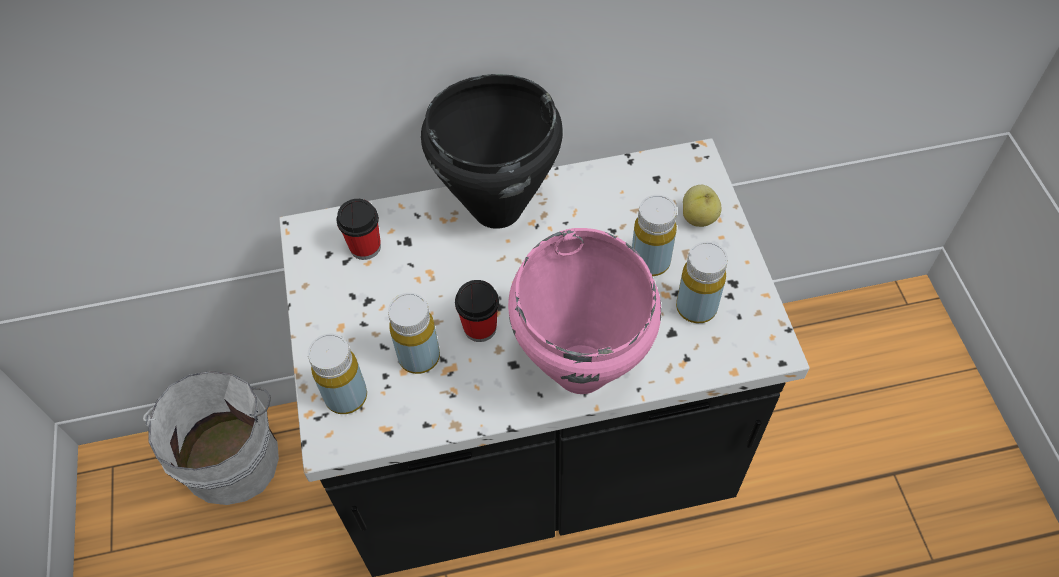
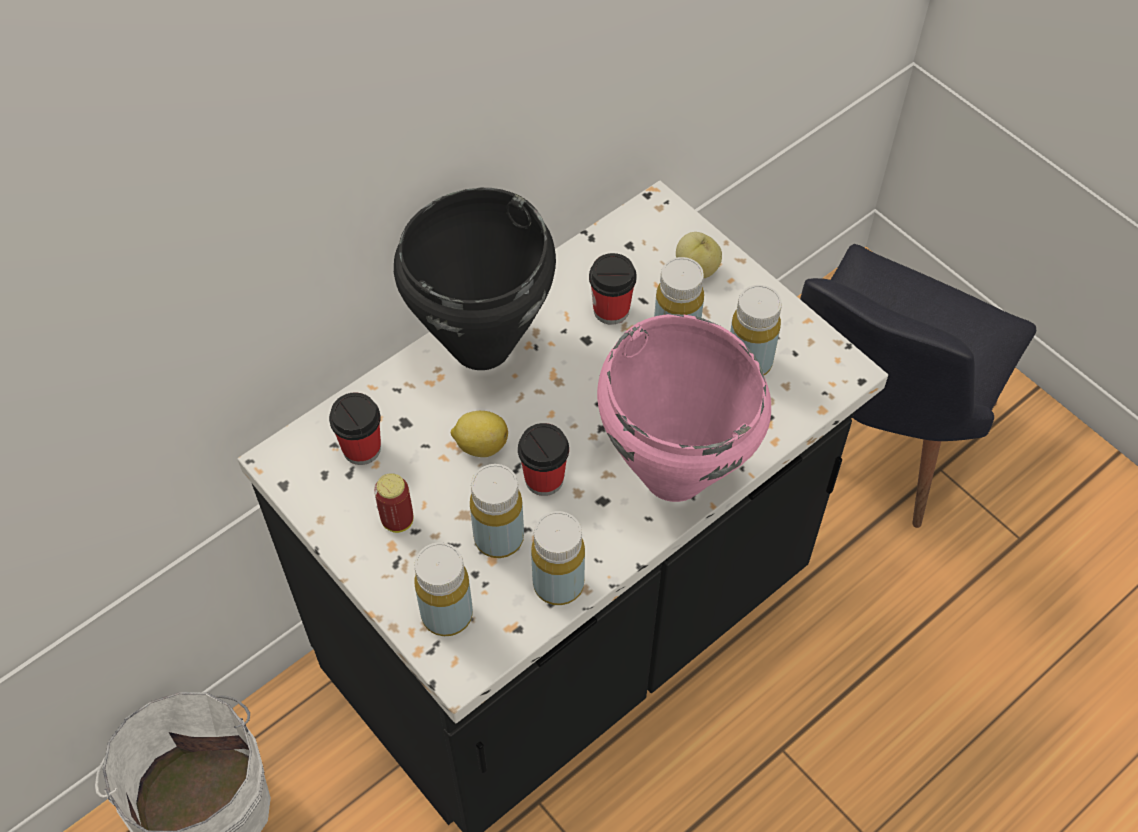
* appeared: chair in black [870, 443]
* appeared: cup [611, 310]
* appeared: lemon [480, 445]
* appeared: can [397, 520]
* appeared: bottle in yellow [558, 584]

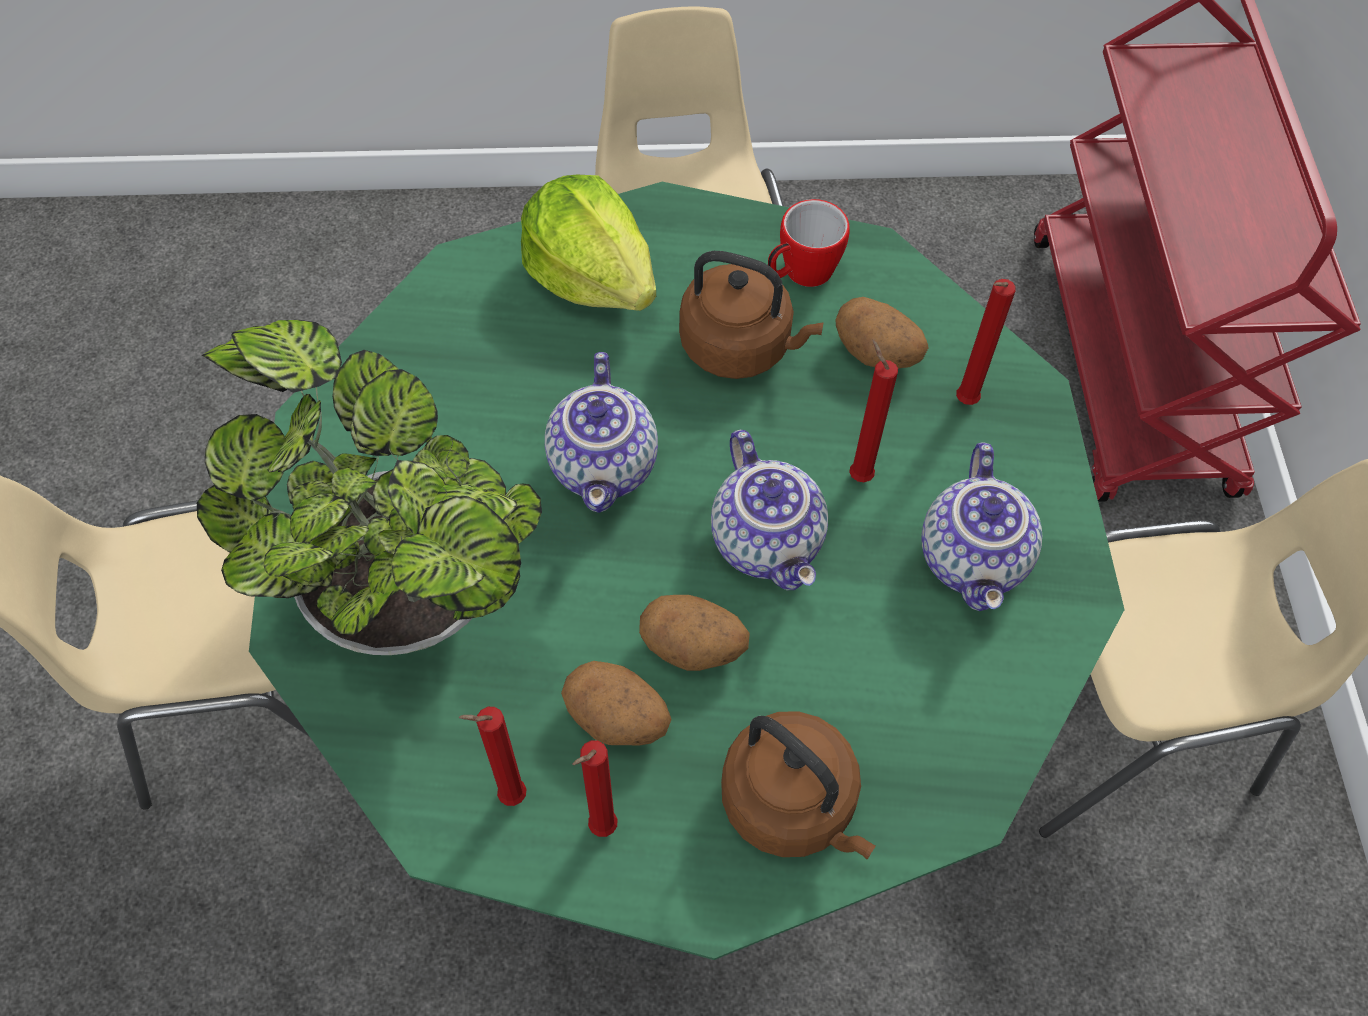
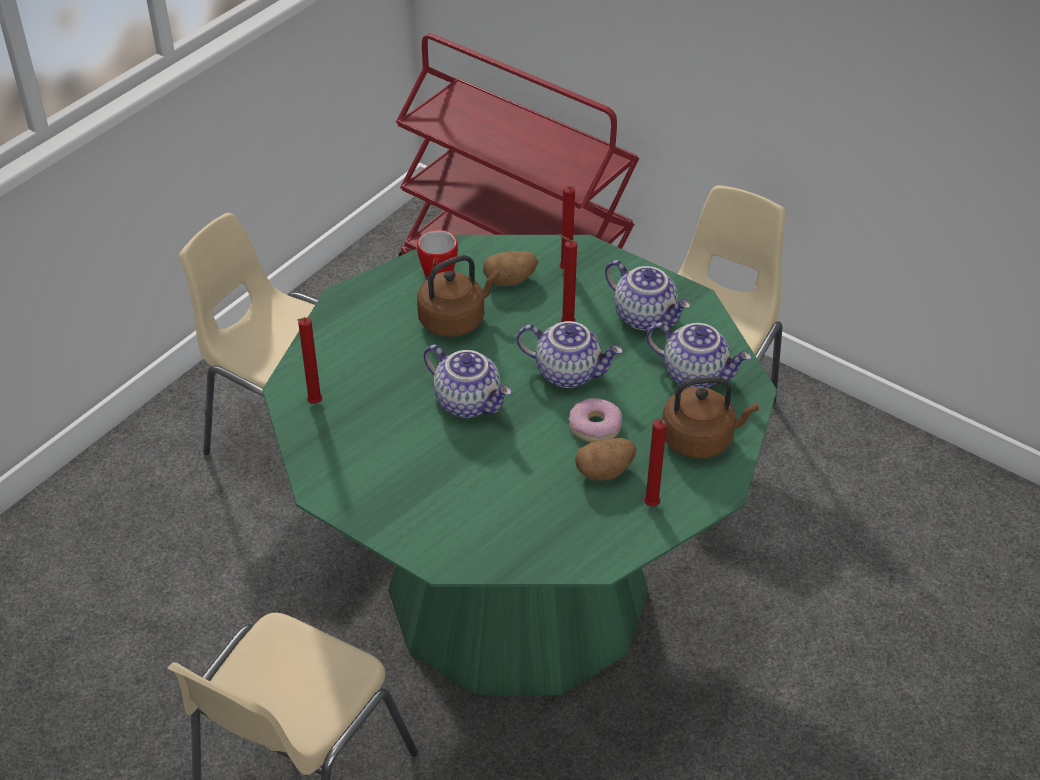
* missing: lettuce [591, 275]
* missing: potted plant [397, 584]
* exchanged: potato [693, 647] to donut [595, 426]
* relocated: candle in red [508, 797] to [313, 404]
* appeared: teapot [695, 374]

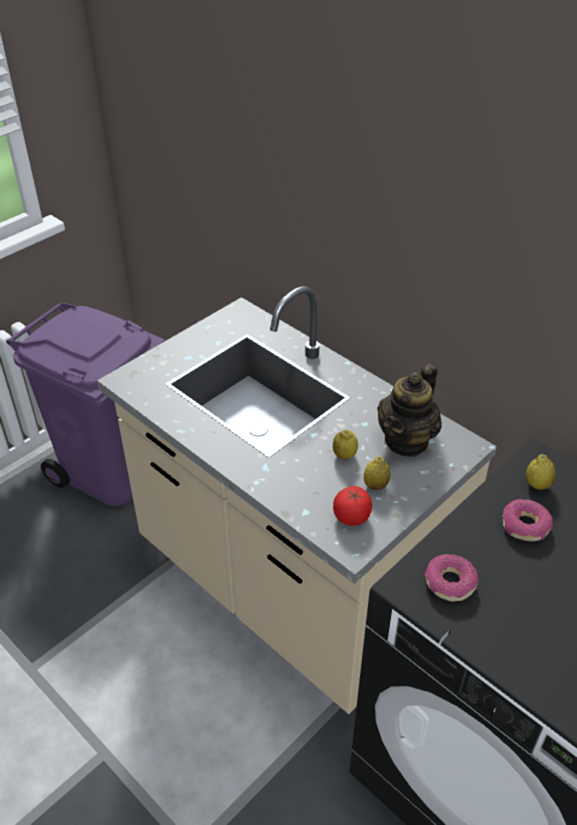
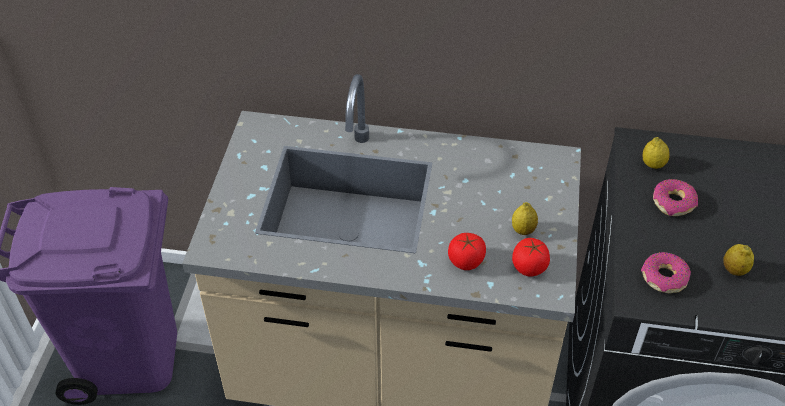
* missing: teapot [407, 441]
* relocated: lemon [344, 455] to [734, 270]
* appeared: tomato [466, 261]

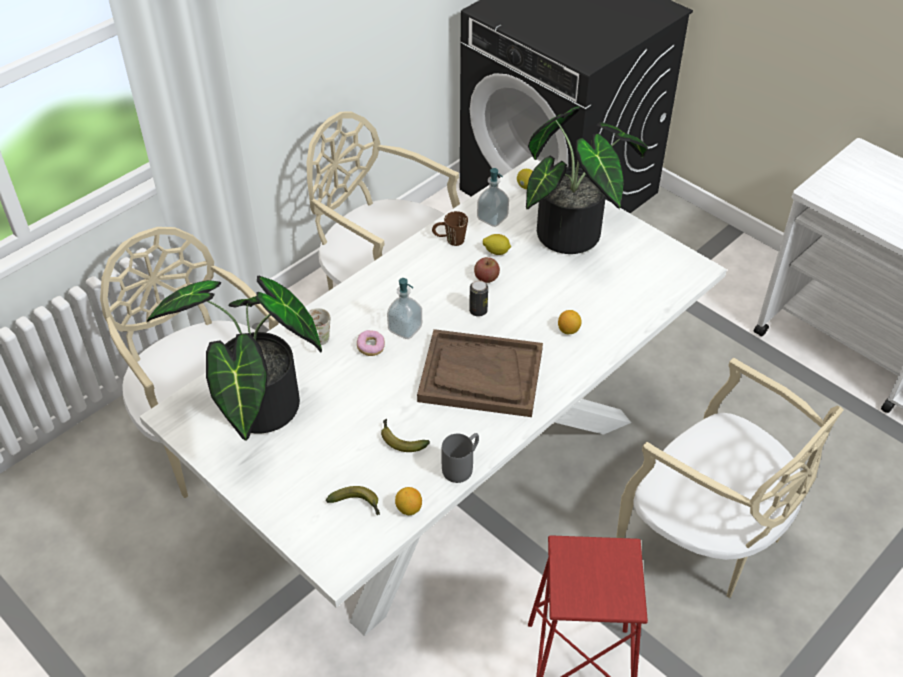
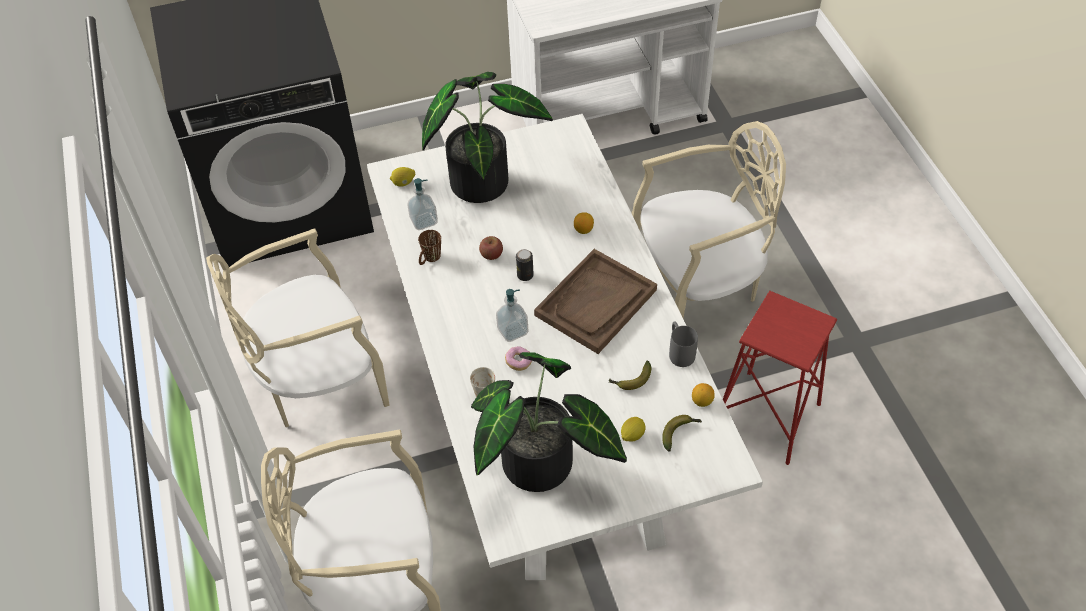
* relocated: lemon [496, 252] to [632, 435]

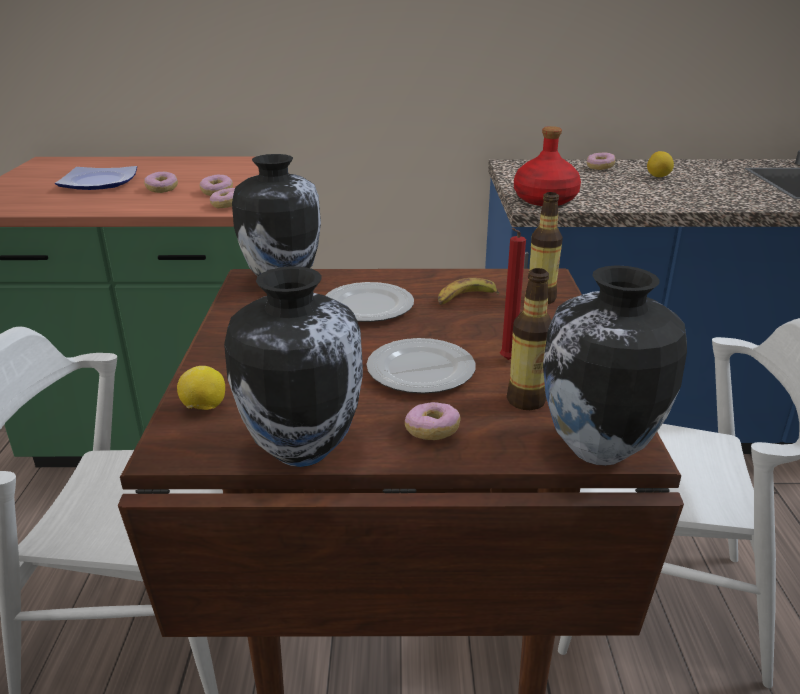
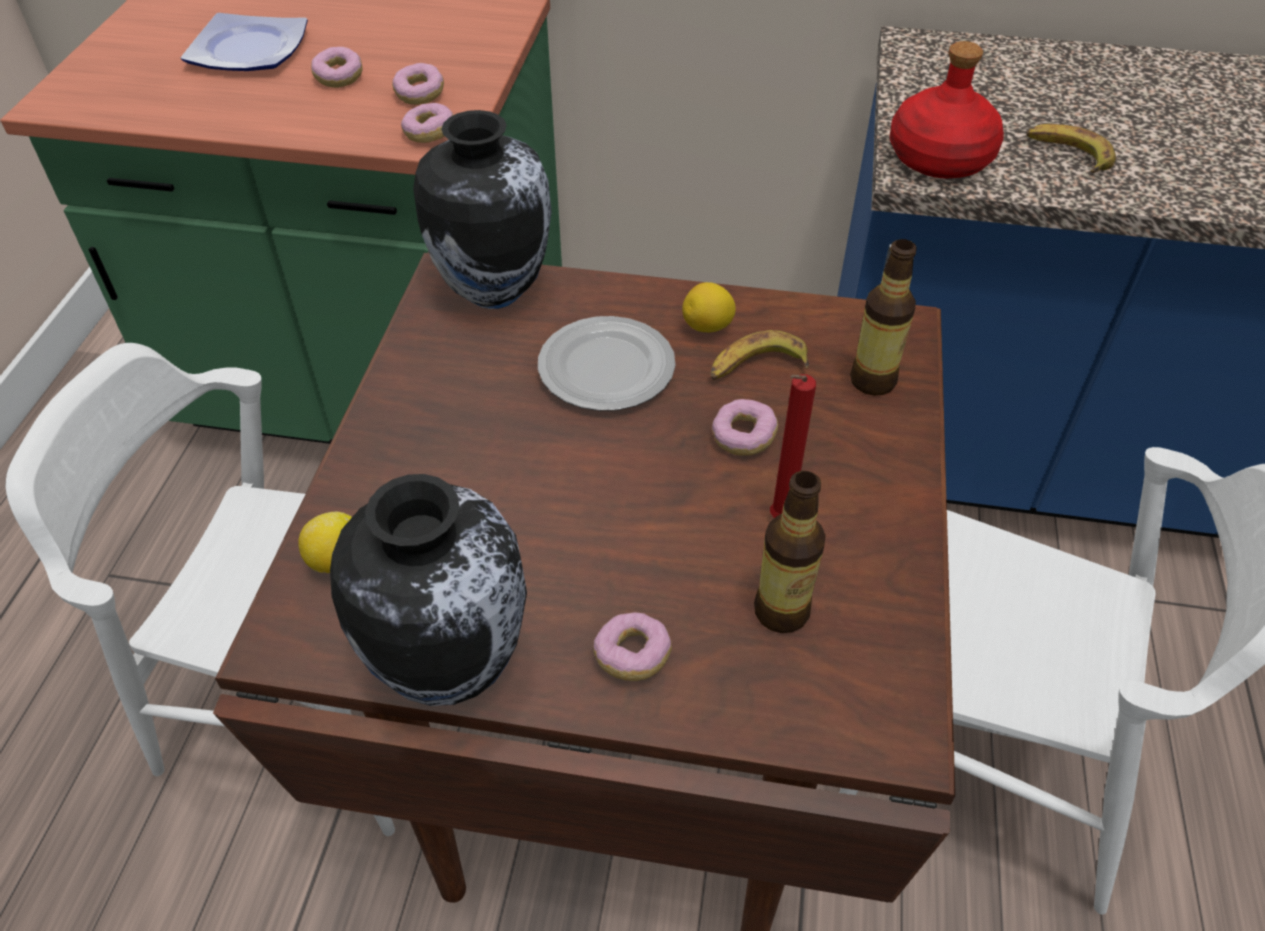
* relocated: lemon [658, 177] to [708, 327]
* relocated: donut [600, 167] to [743, 437]
* missing: vase [596, 450]
* missing: plate [422, 371]
* appeared: banana [1067, 154]

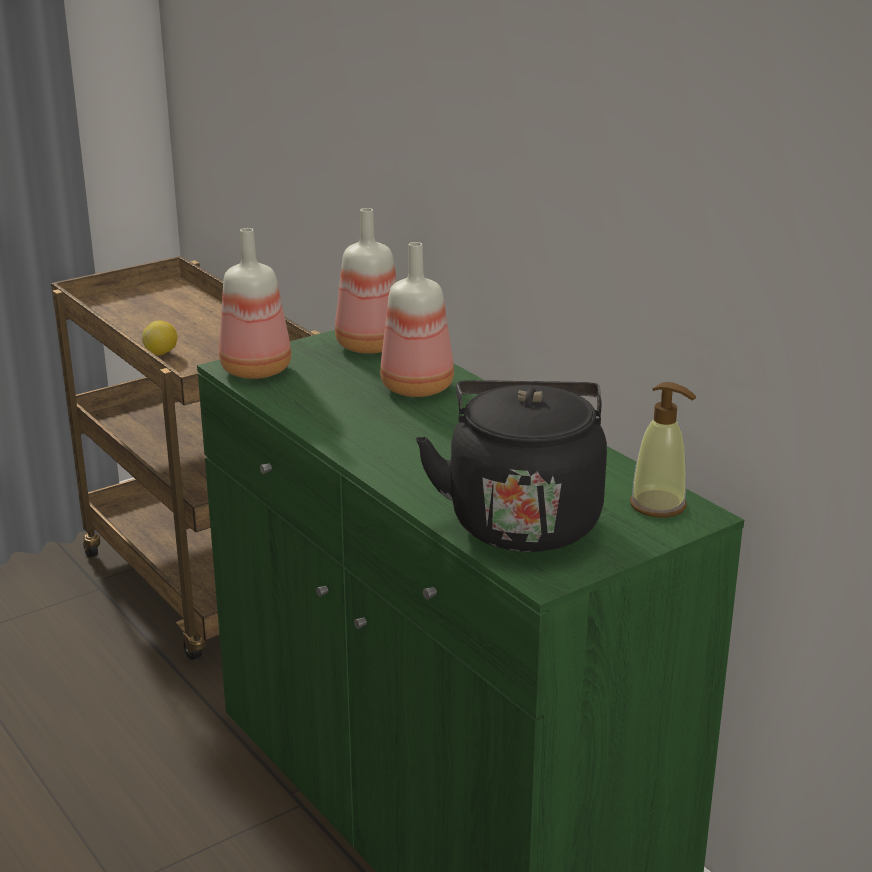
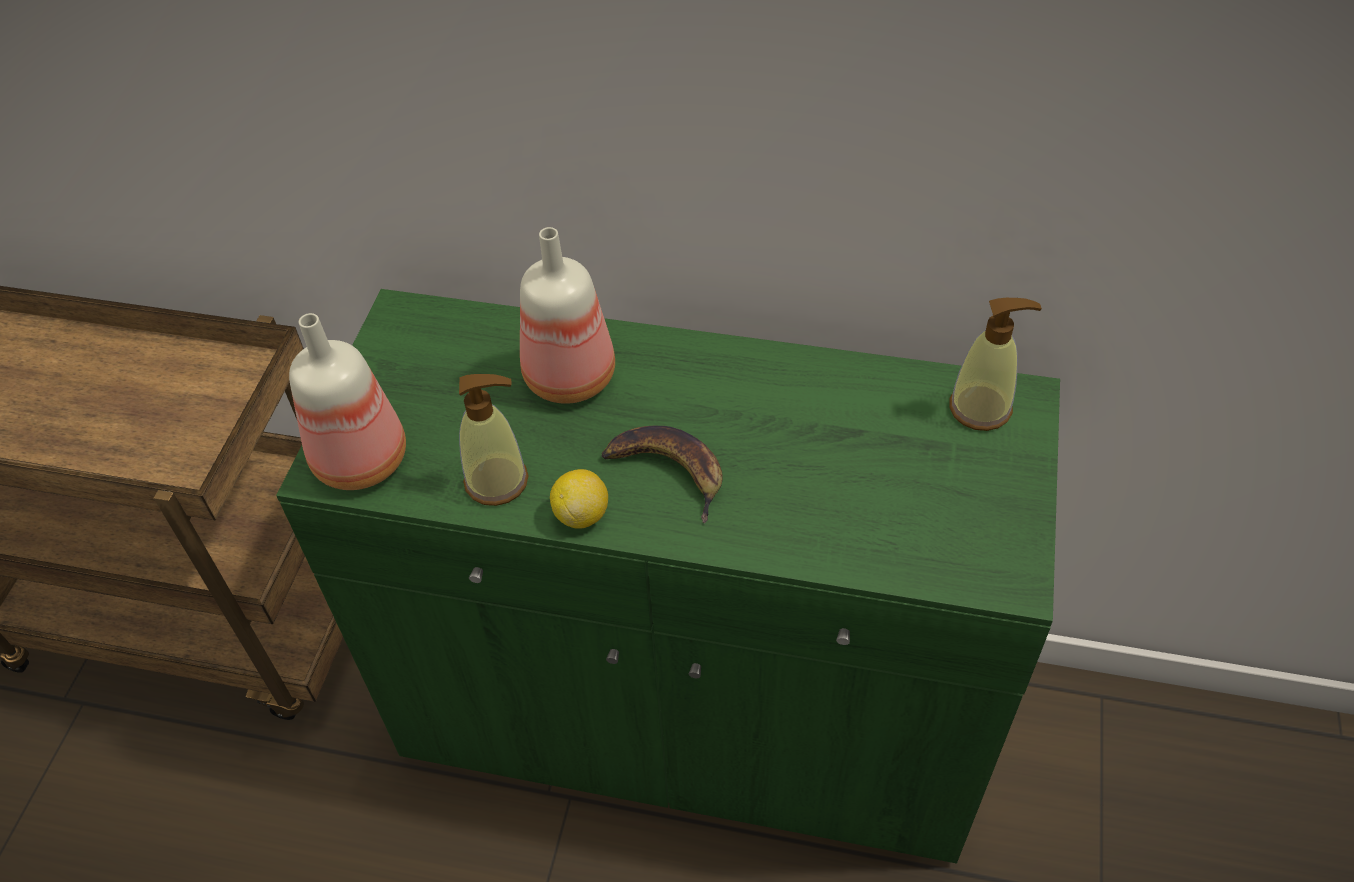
* missing: bottle [371, 346]
* relocated: lemon [161, 353] to [581, 514]
* missing: kettle in black [523, 519]
* appeared: soap dispenser [497, 481]
* appeared: banana [668, 471]

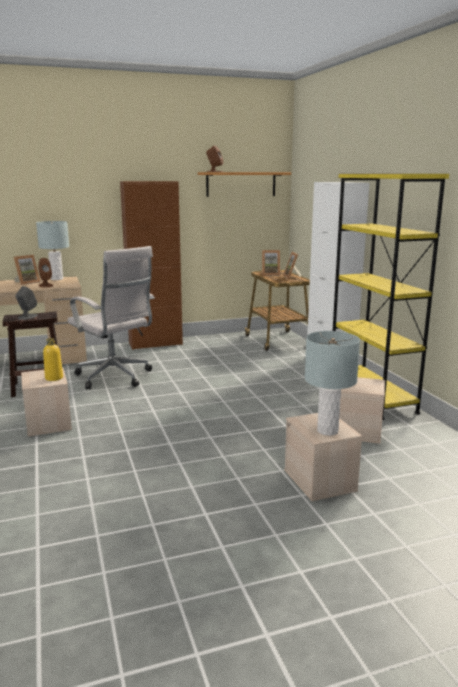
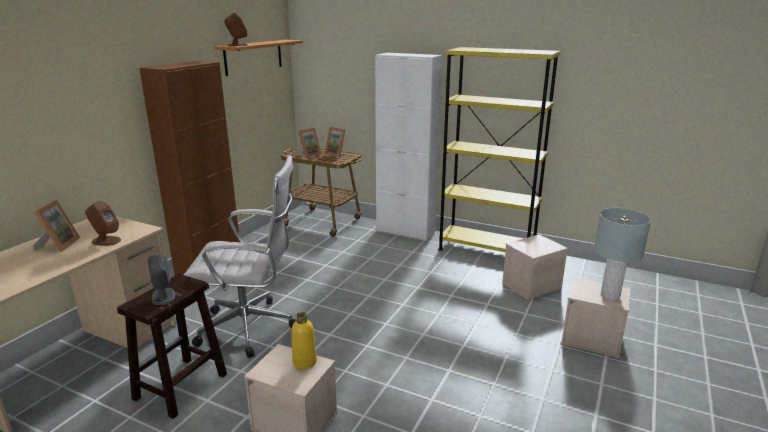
* missing: table lamp in grey [57, 279]

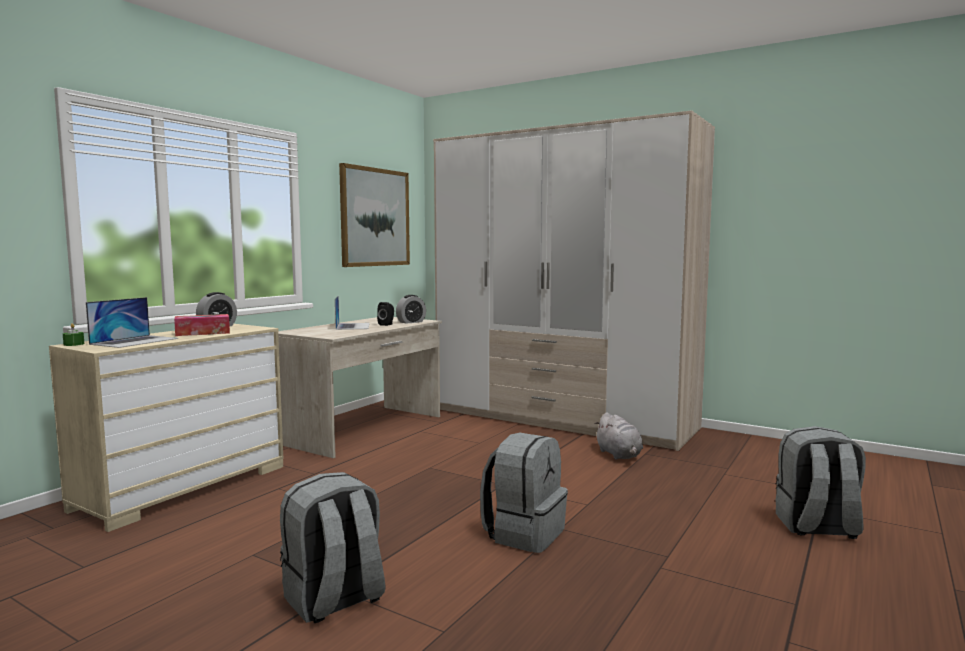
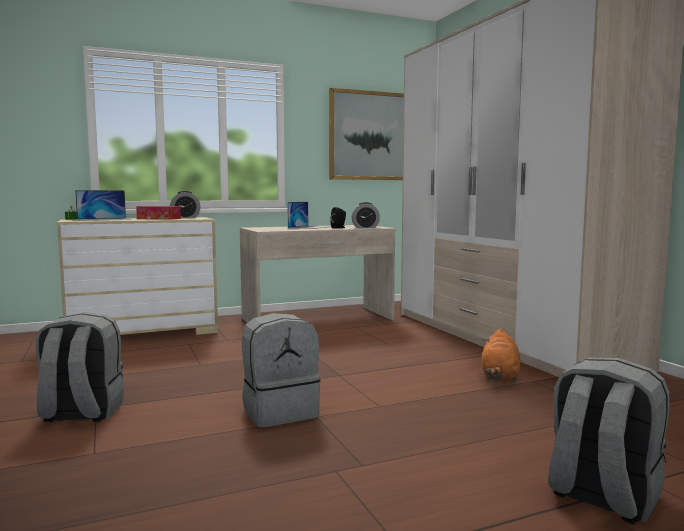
* colour: plush toy in grey [619, 455] to plush toy in orange [500, 377]

